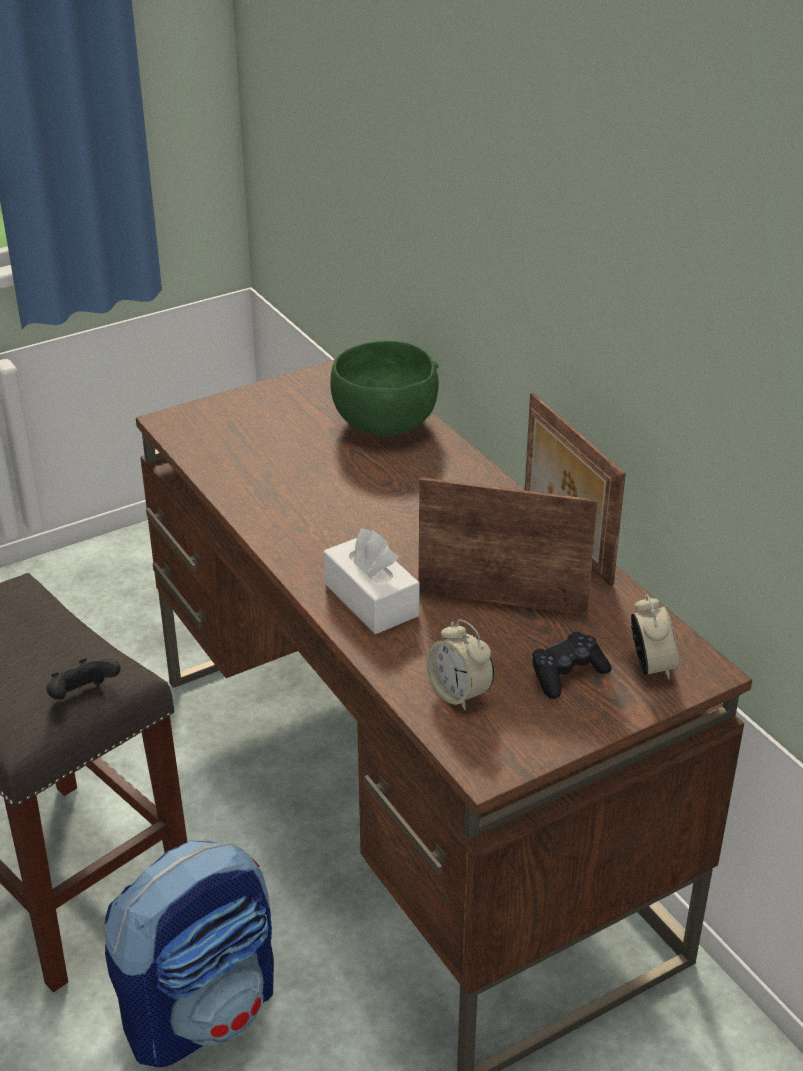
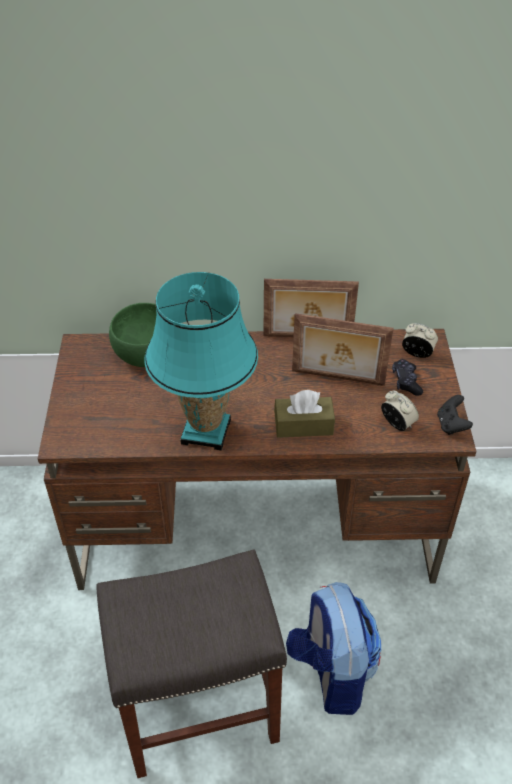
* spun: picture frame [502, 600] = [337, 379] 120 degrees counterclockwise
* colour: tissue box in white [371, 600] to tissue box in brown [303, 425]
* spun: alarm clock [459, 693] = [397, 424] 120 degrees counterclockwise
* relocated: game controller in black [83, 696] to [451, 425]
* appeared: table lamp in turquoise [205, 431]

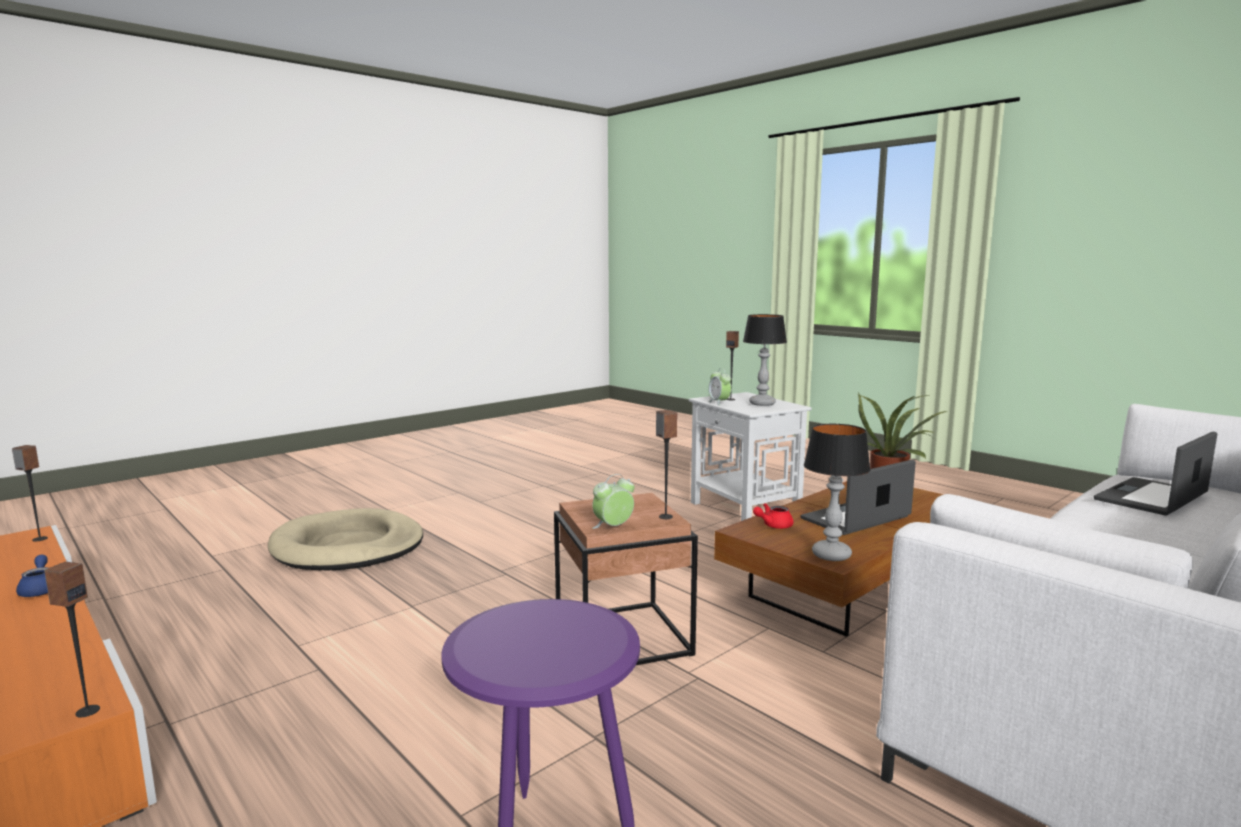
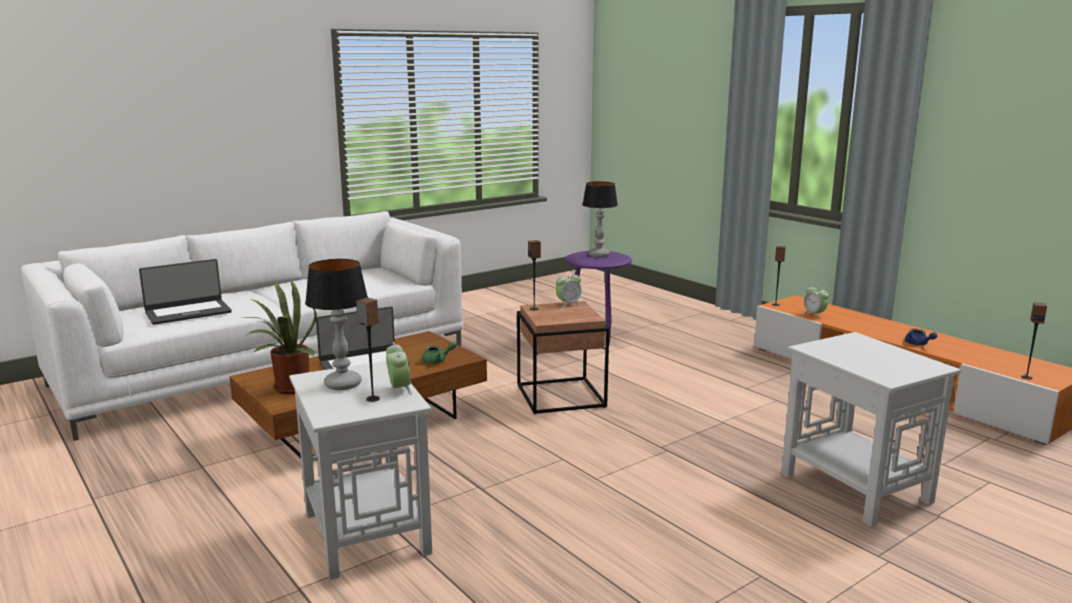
* relocated: table lamp [831, 555] to [599, 255]
* colour: teapot in red [773, 525] to teapot in green [438, 361]
* exchanged: dog bed in beige [348, 547] to side table in white [853, 487]
* appeared: alarm clock [814, 315]

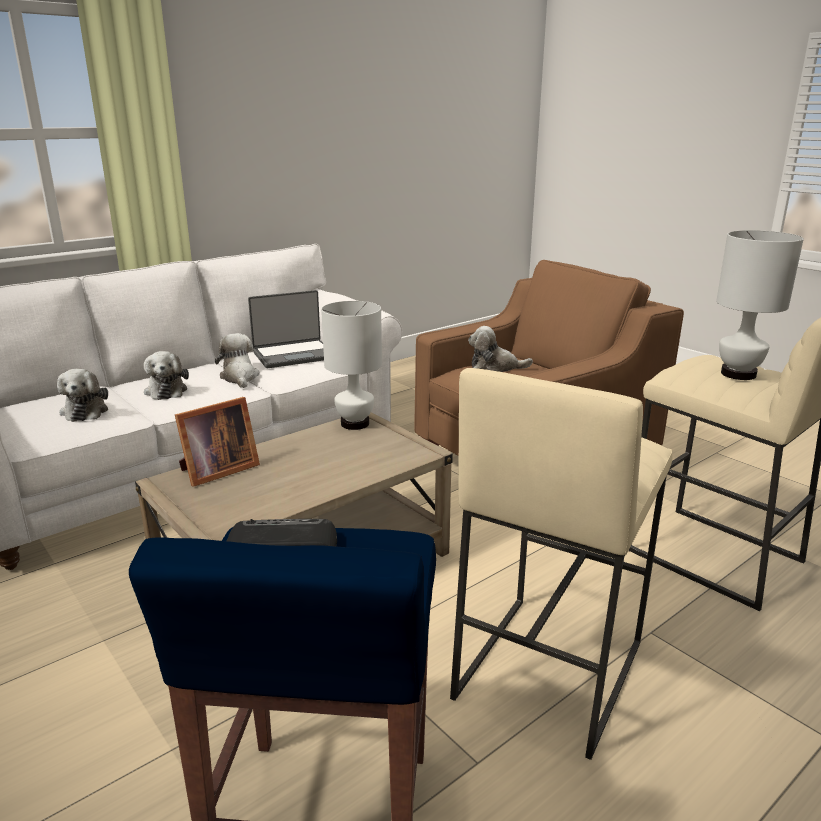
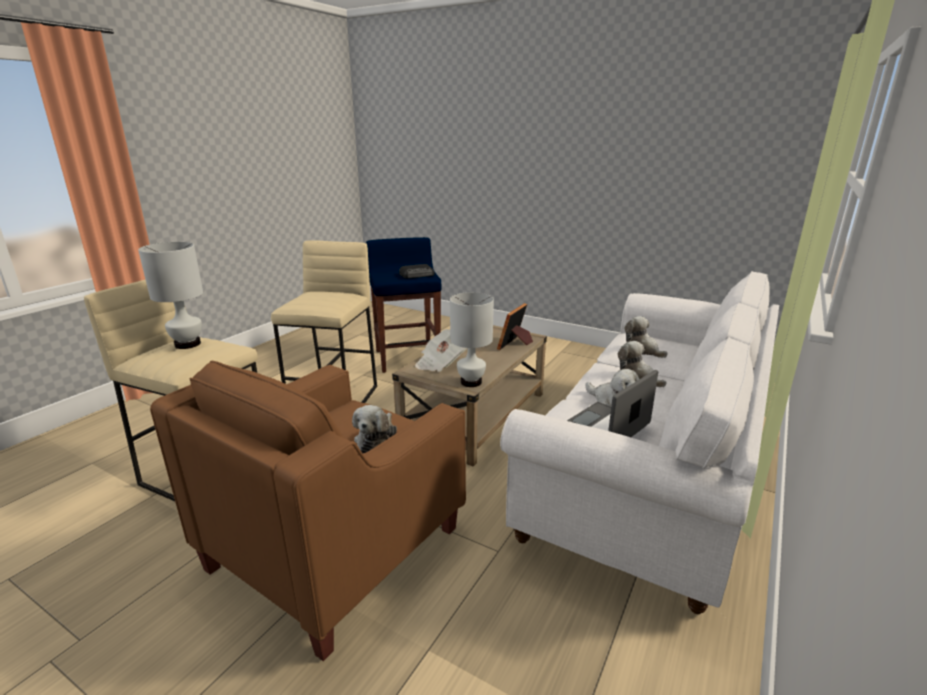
* spun: plush toy [495, 367] = [377, 441] 120 degrees clockwise
* appeared: newspaper [441, 363]

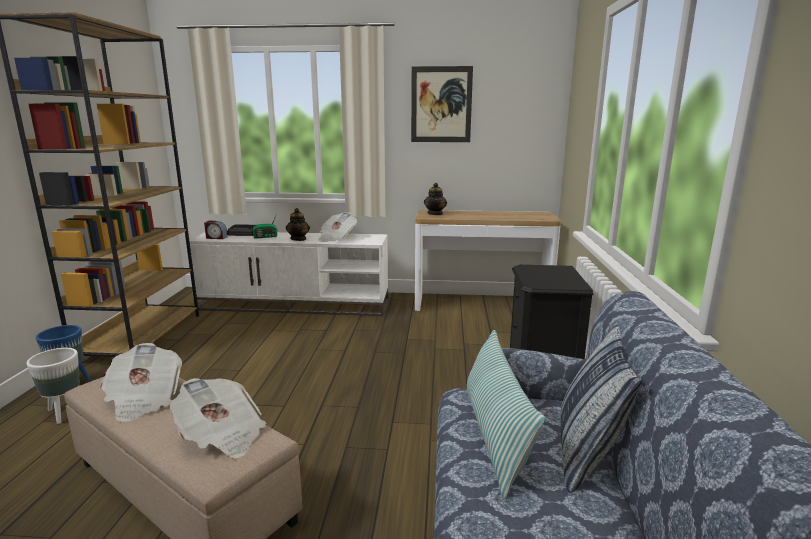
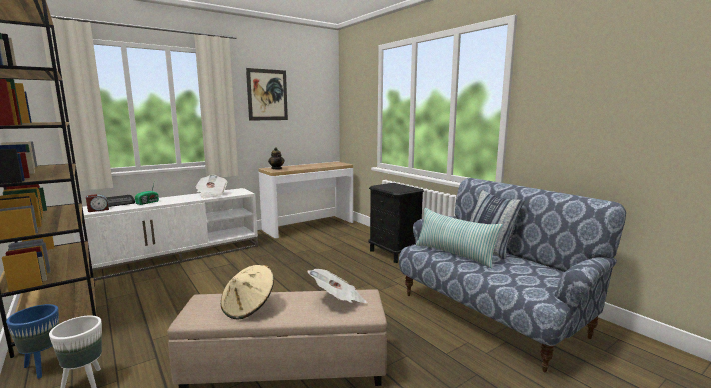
* missing: teapot [298, 239]
* exchanged: newspaper [144, 399] to hat in beige [248, 307]

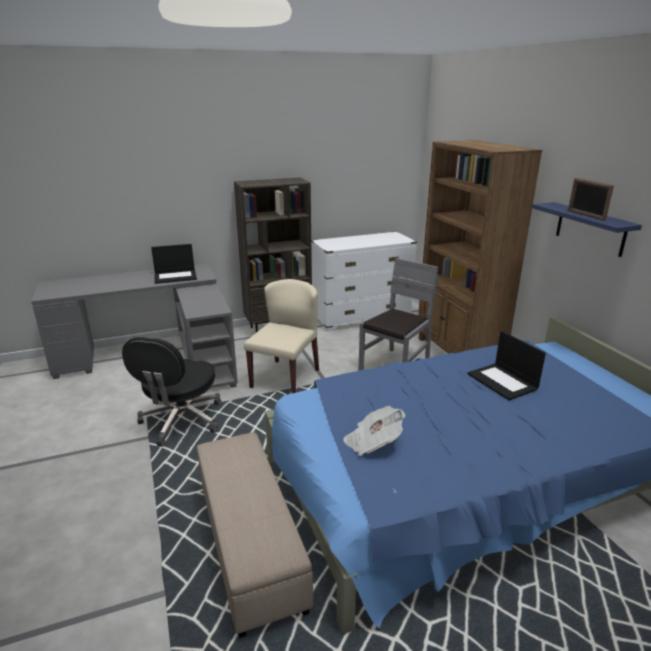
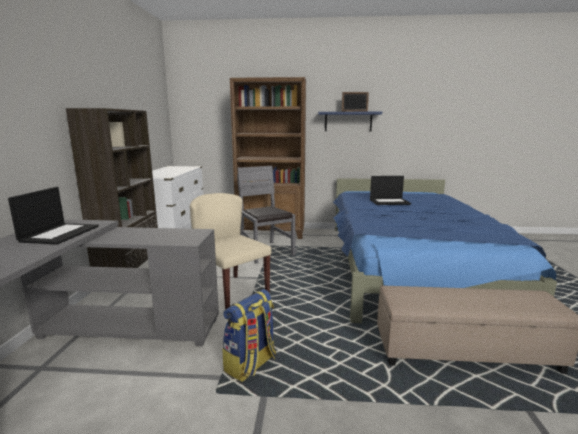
* exchanged: office chair in black [181, 421] to backpack [251, 365]
* missing: newspaper [373, 443]

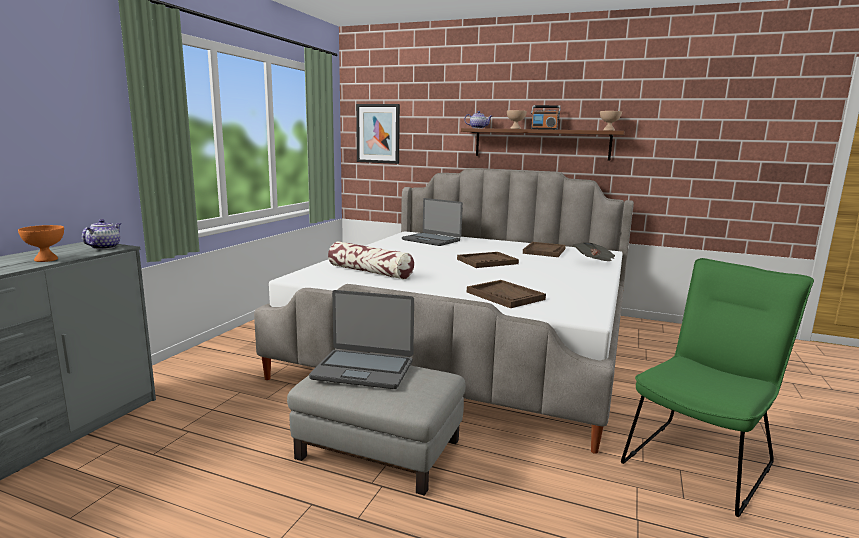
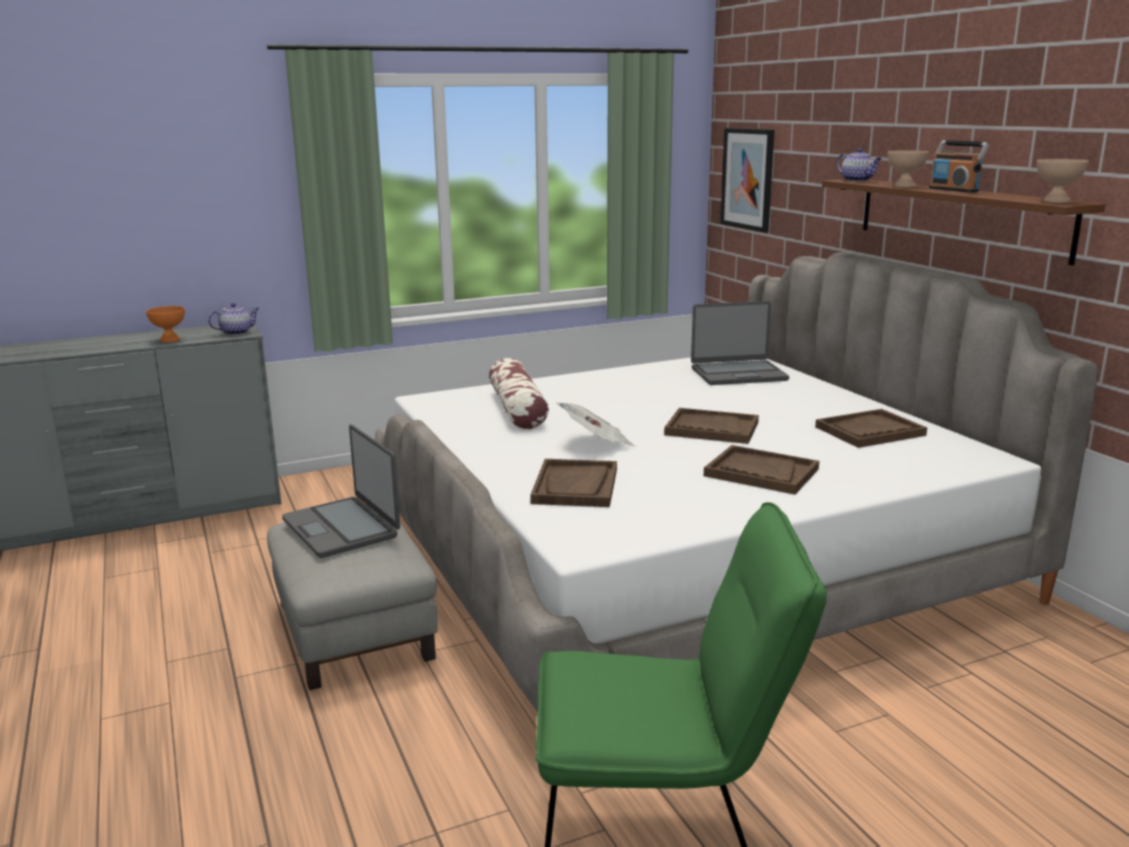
* spun: laptop [431, 240] = [738, 374] 90 degrees counterclockwise
* relocated: newspaper [594, 263] to [597, 444]
* appeared: tray in brown [761, 472]

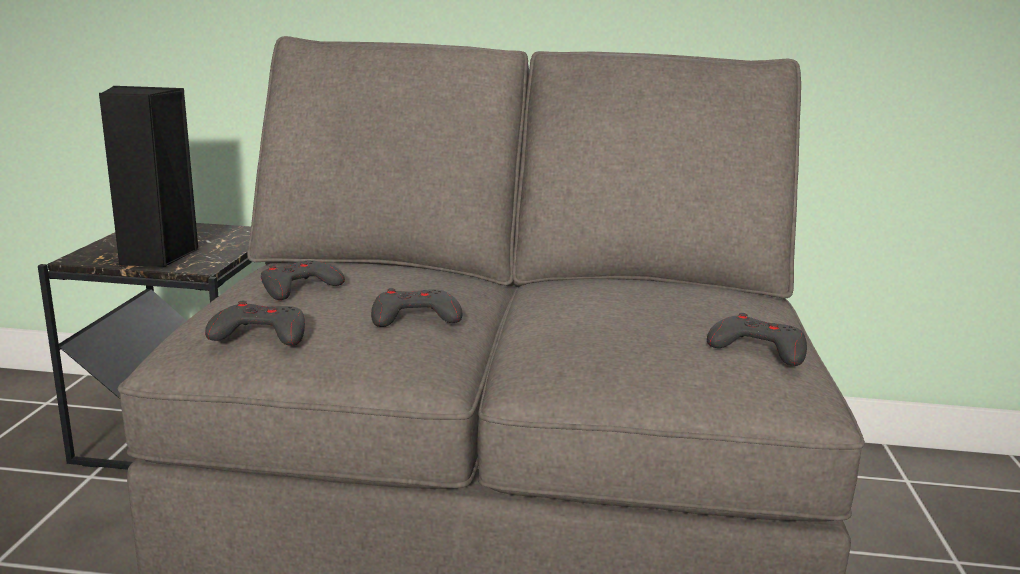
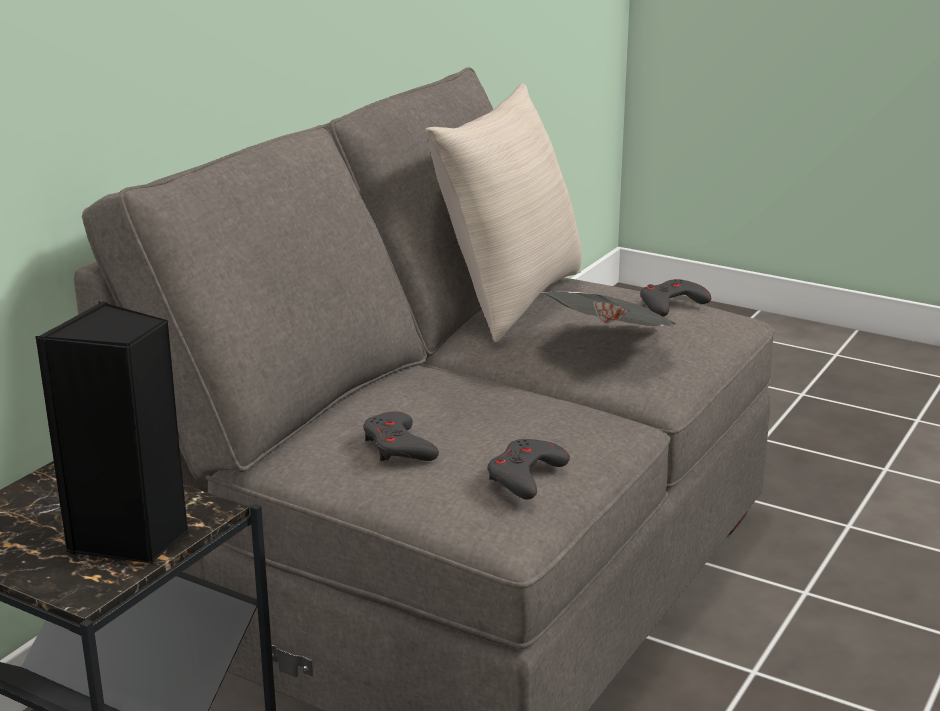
* missing: game controller in grey [414, 317]
* appeared: pillow in beige [509, 300]
* appeared: newspaper [609, 346]

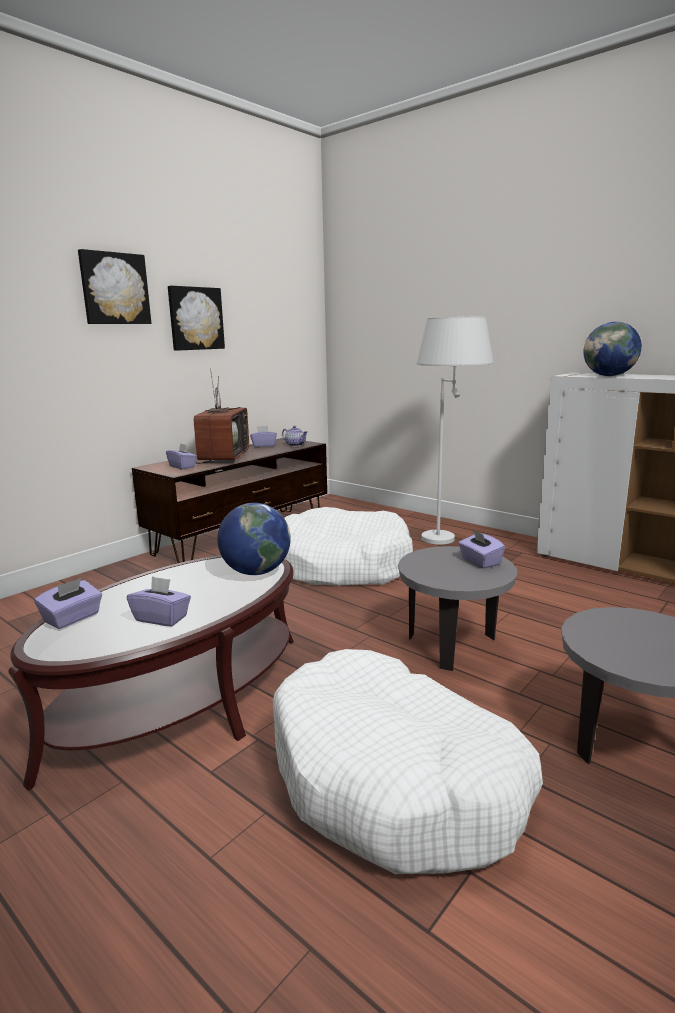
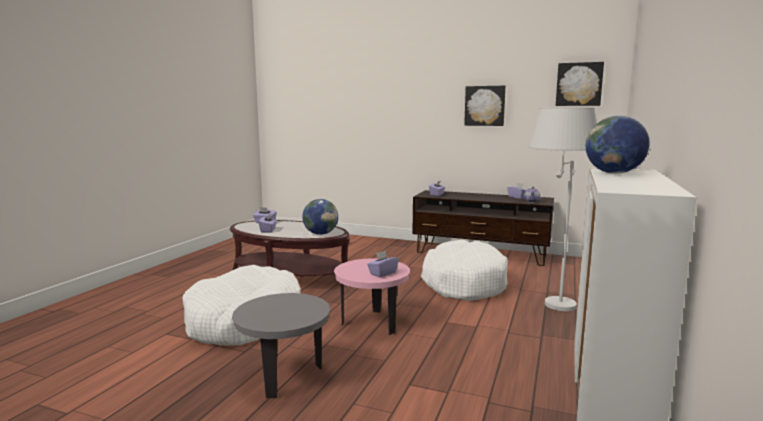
* relocated: picture [114, 288] to [579, 84]
* missing: television [222, 457]
* colour: side table in grey [453, 645] to side table in pink [372, 324]

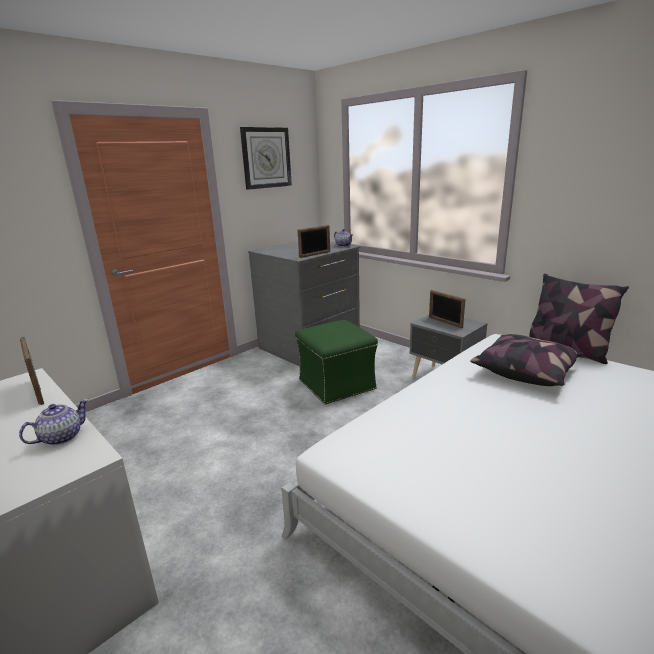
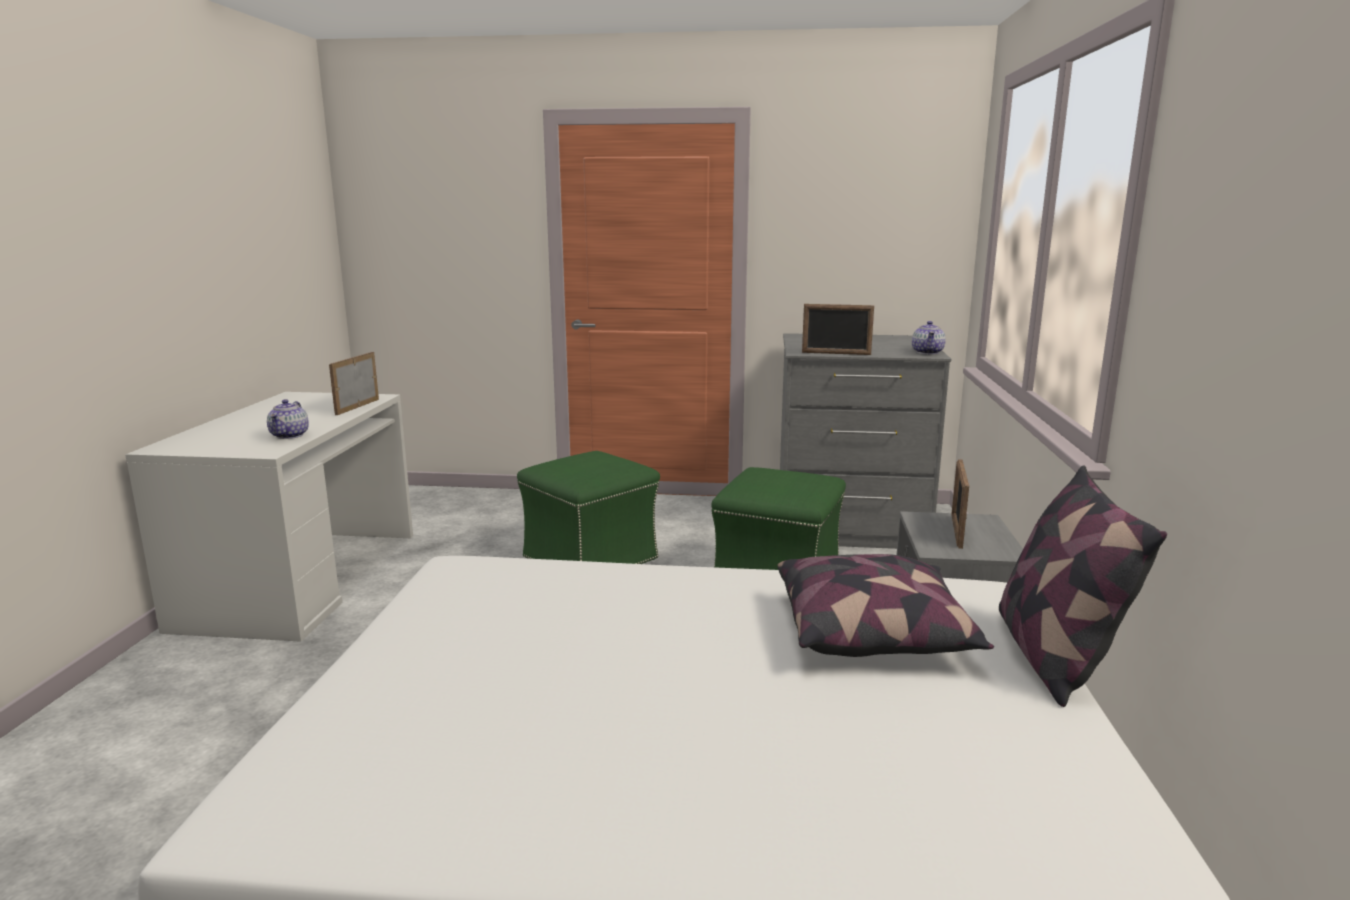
* missing: wall clock [266, 158]
* spun: teapot [61, 437] = [290, 435] 90 degrees clockwise
* appeared: ottoman in green [591, 558]

